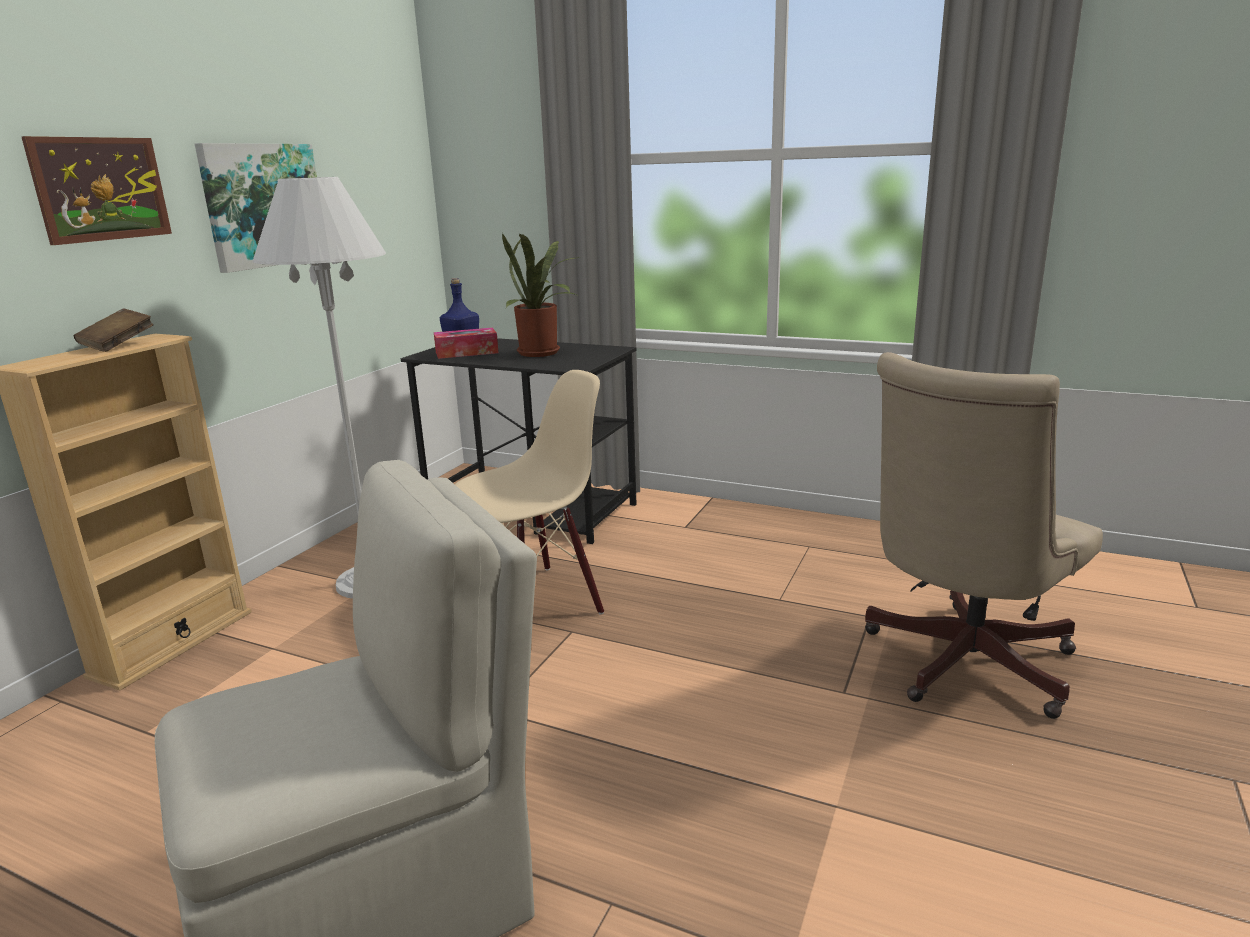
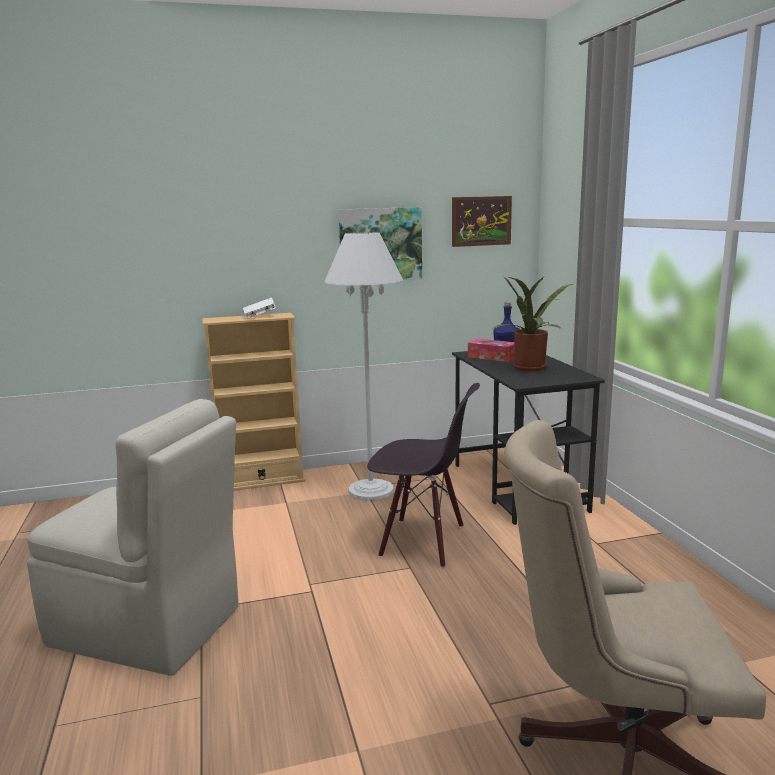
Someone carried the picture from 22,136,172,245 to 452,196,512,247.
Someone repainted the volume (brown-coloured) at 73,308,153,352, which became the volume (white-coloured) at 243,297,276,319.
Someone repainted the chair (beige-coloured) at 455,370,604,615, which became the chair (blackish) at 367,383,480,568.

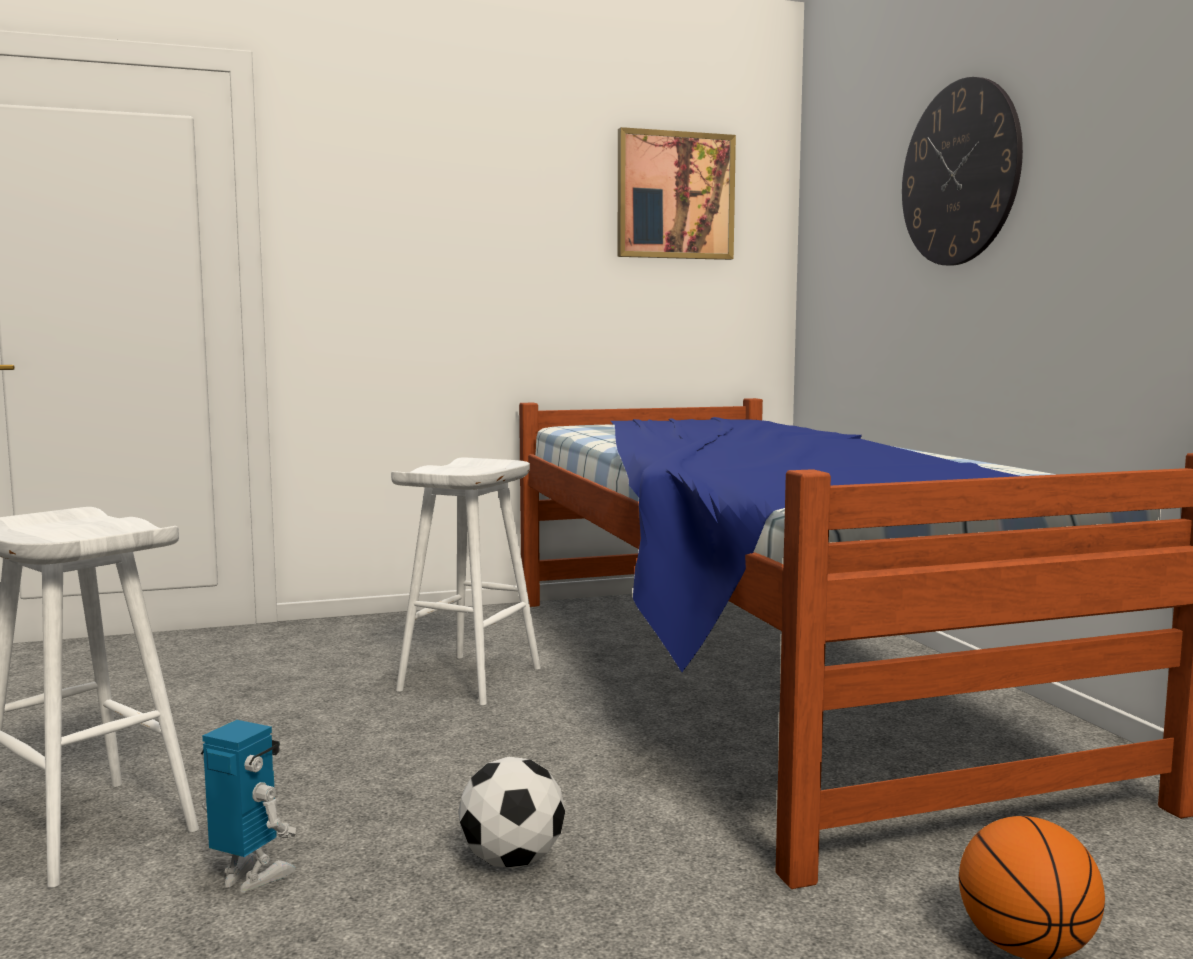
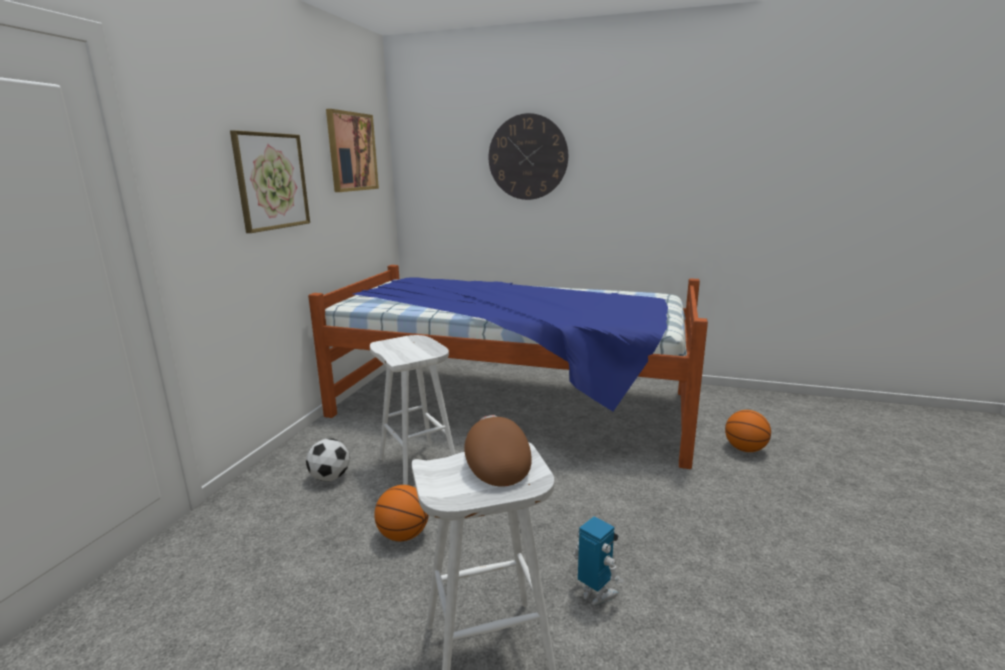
Someone put up the picture at 230,130,310,233.
Someone put down the basketball at 374,485,429,541.
Someone put down the peaked cap (brown-coloured) at 464,415,532,487.
Someone carried the football from 458,757,565,868 to 306,439,350,481.
Someone rotated the robot figure at 201,720,296,892 by 75 degrees clockwise.

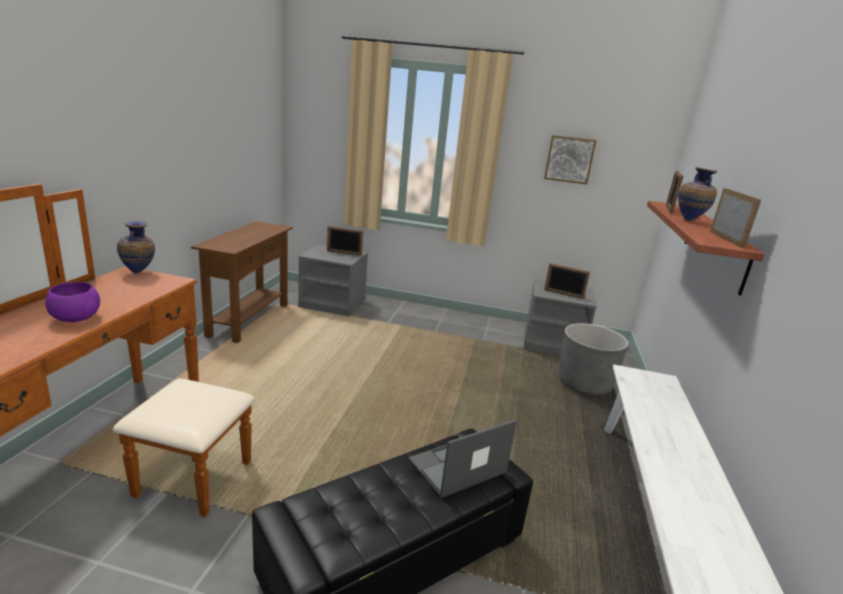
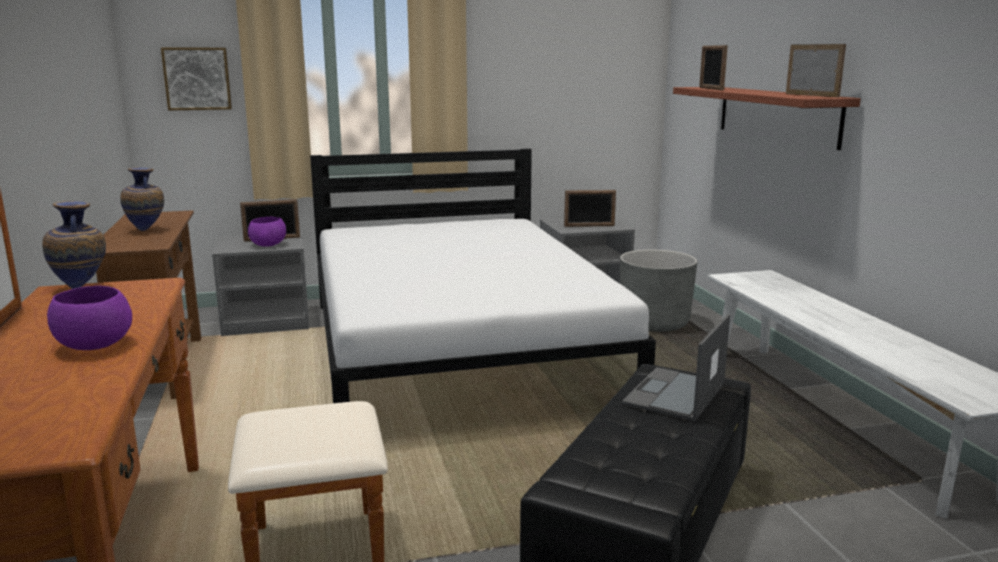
Someone put down the serving bowl (purple-coloured) at 248,217,286,246.
Someone put down the sleeping bed (white-coloured) at 310,149,656,403.
Someone carried the picture from 544,135,597,184 to 161,48,232,110.
Someone carried the vase from 678,167,717,221 to 120,167,164,231.

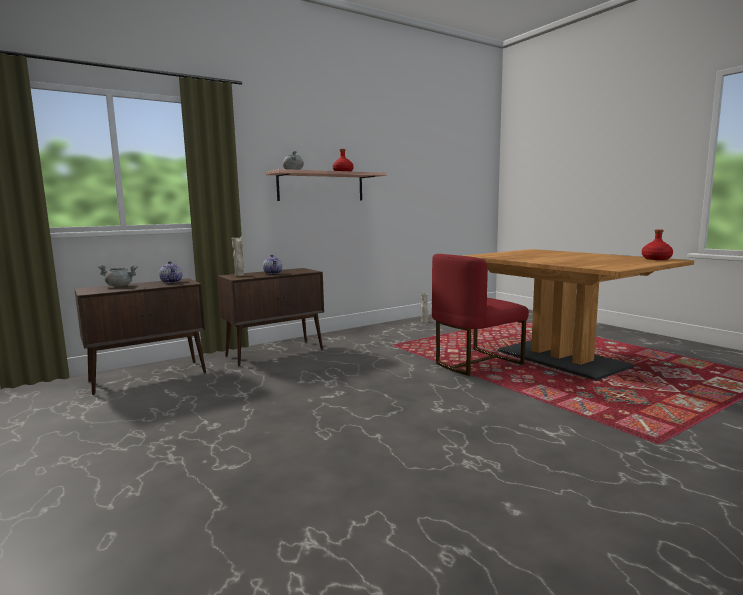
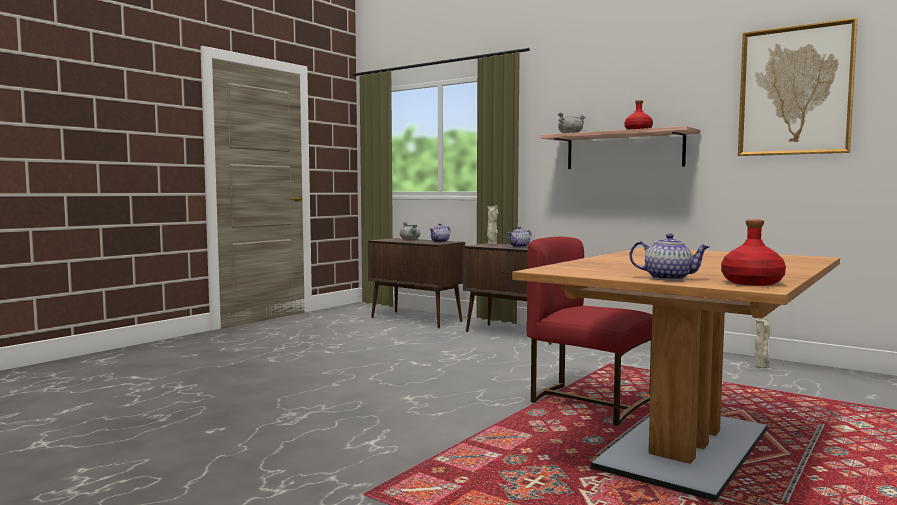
Someone put down the pot for tea at 630,234,710,280.
Someone put up the picture at 738,18,858,156.

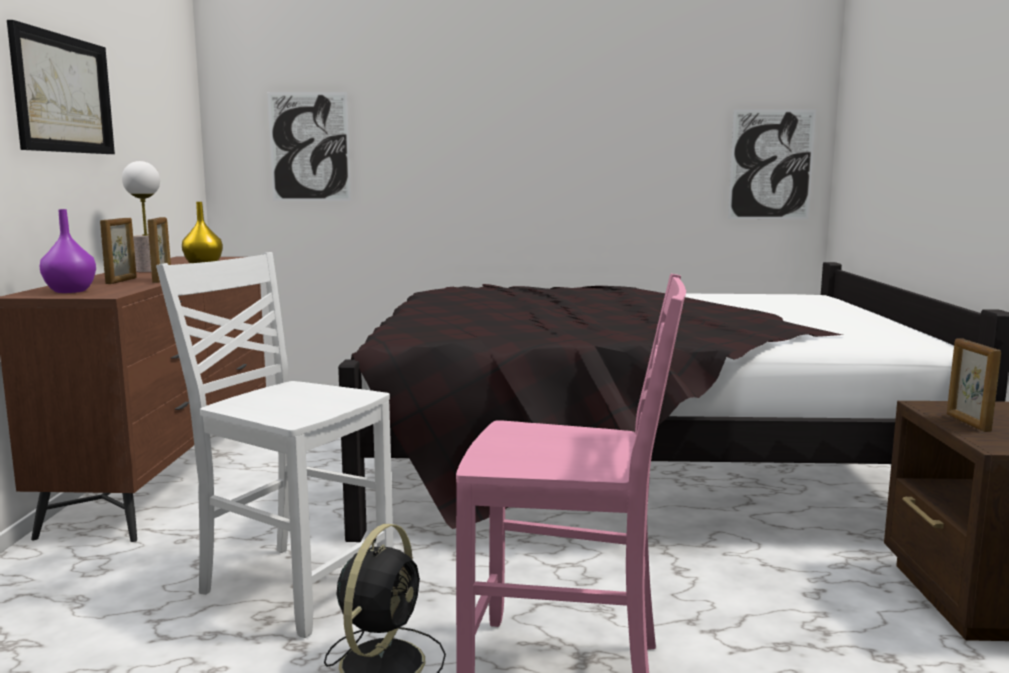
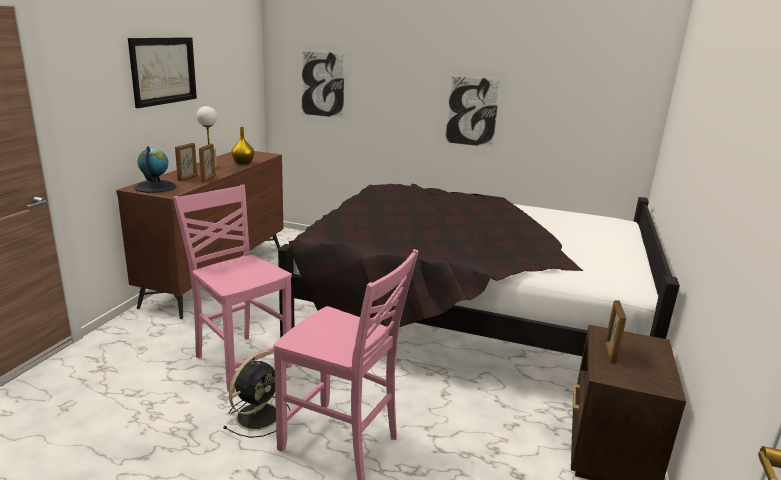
Someone carried the picture from 728,109,816,219 to 444,74,502,149.
Someone swapped the vase (purple-coloured) at 39,209,96,293 for the world globe at 134,146,176,193.
Someone repainted the chair (white-coloured) at 156,252,393,638, which became the chair (pink-coloured) at 173,185,292,393.

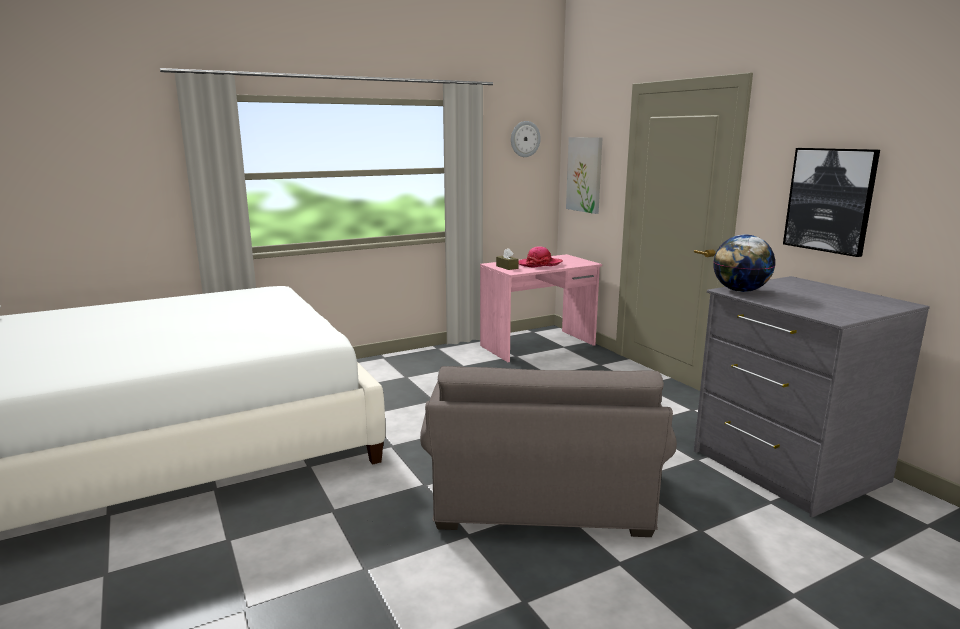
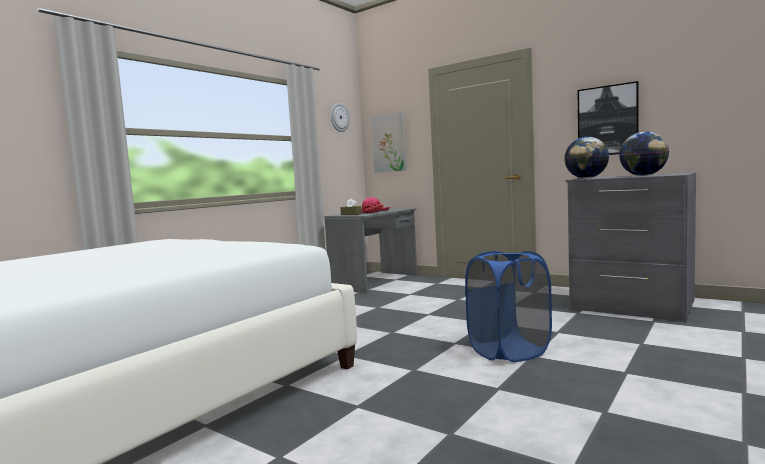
Someone put down the world globe at 619,132,669,176.
Someone swapped the easy chair (gray) at 420,366,677,537 for the laundry basket (blue) at 465,251,552,362.
Someone repainted the desk table (pink-coloured) at 480,254,602,362, which became the desk table (gray) at 324,208,417,294.

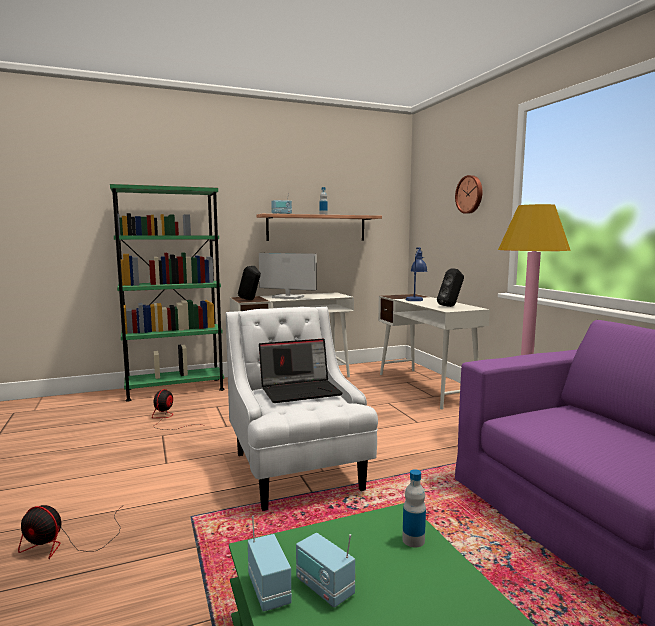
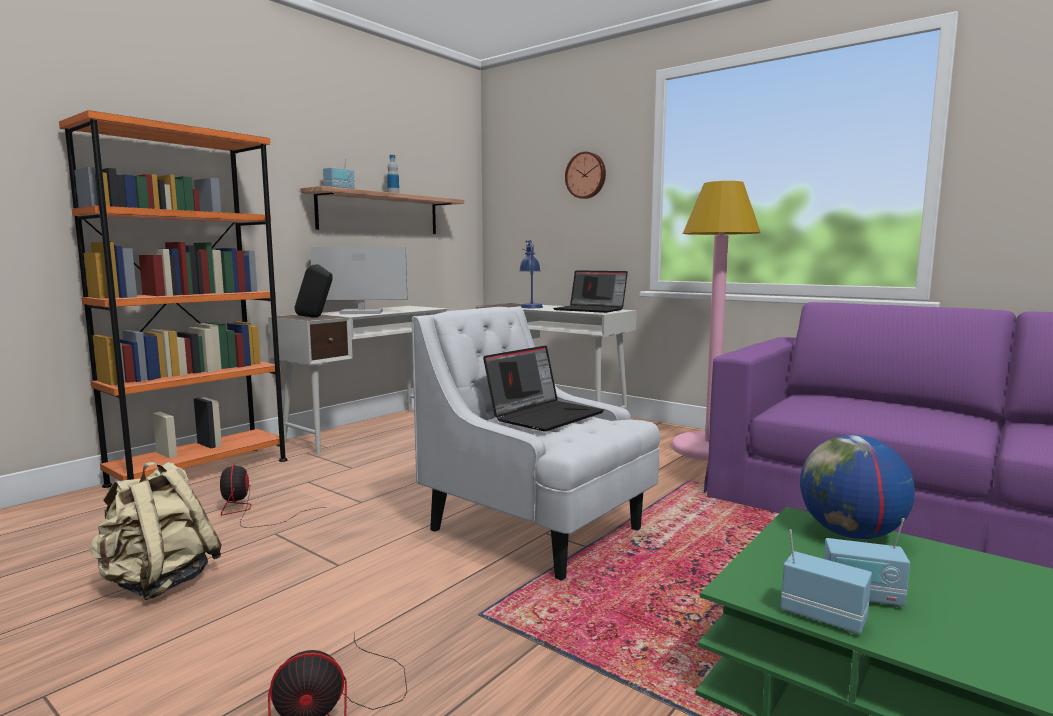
Someone put down the knapsack (beige-coloured) at 90,462,221,600.
Someone swapped the bottle at 402,469,426,548 for the world globe at 800,435,915,539.
Someone swapped the loudspeaker (blackish) at 437,269,464,307 for the notebook computer at 553,270,628,313.
Someone repainted the bookshelf (green-coloured) at 110,184,224,402, which became the bookshelf (orange) at 59,110,287,488.

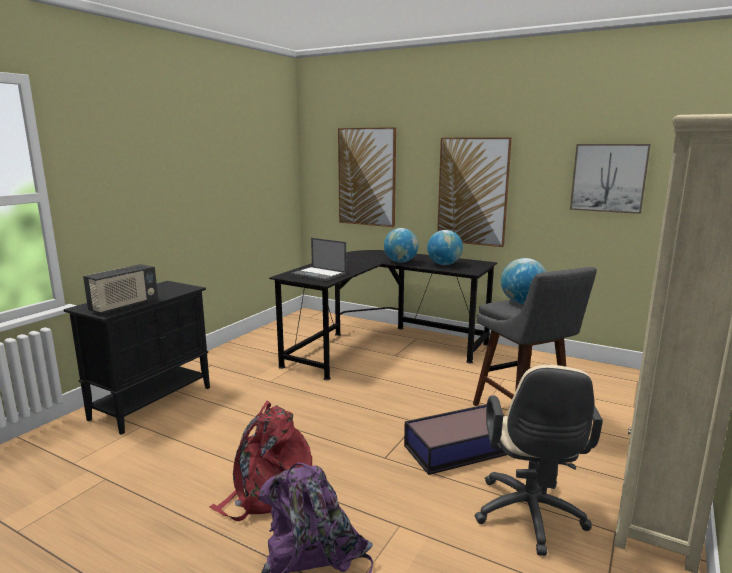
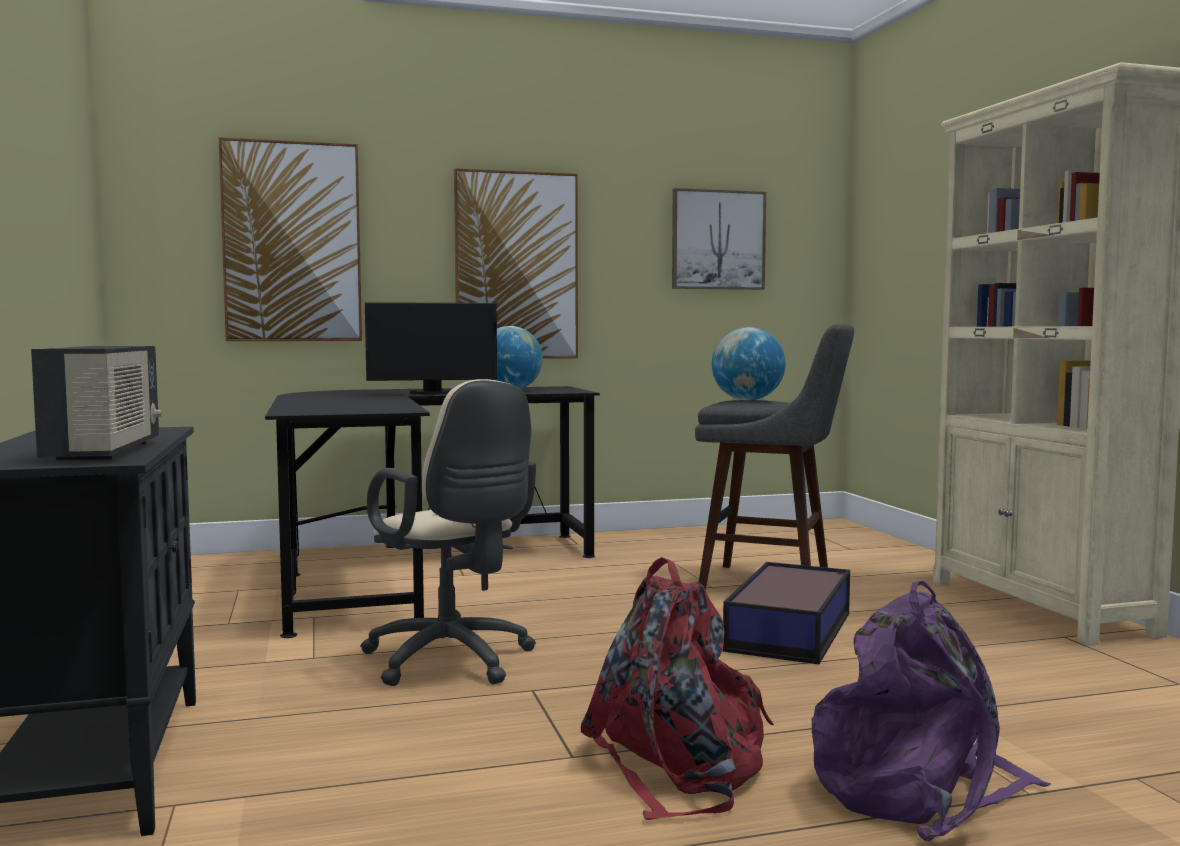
Someone took away the notebook computer at 291,238,346,281.
Someone carried the office chair (beige-coloured) from 475,365,603,556 to 360,379,536,686.
Someone swapped the world globe at 384,228,419,263 for the computer display at 365,302,497,395.

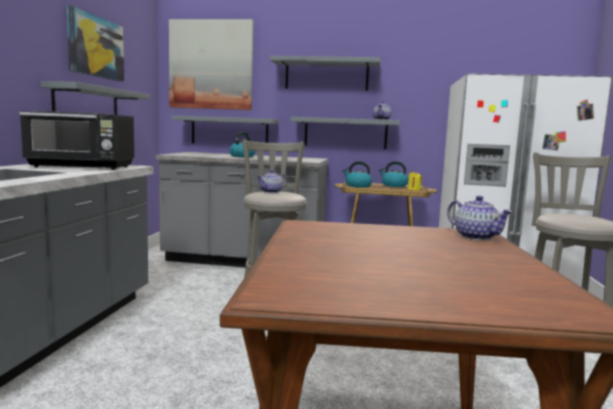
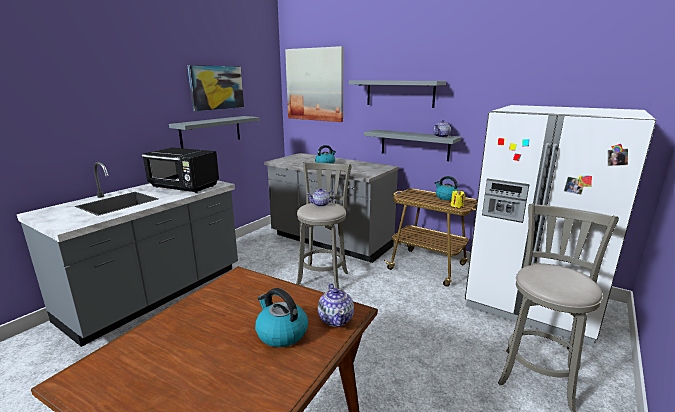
Someone took away the bracket shelf (gray) at 172,115,279,143.
Someone carried the water kettle from 343,161,372,188 to 255,288,308,347.

